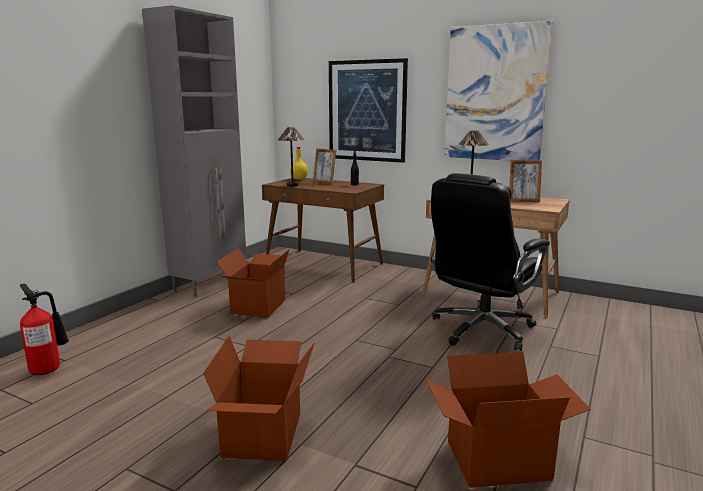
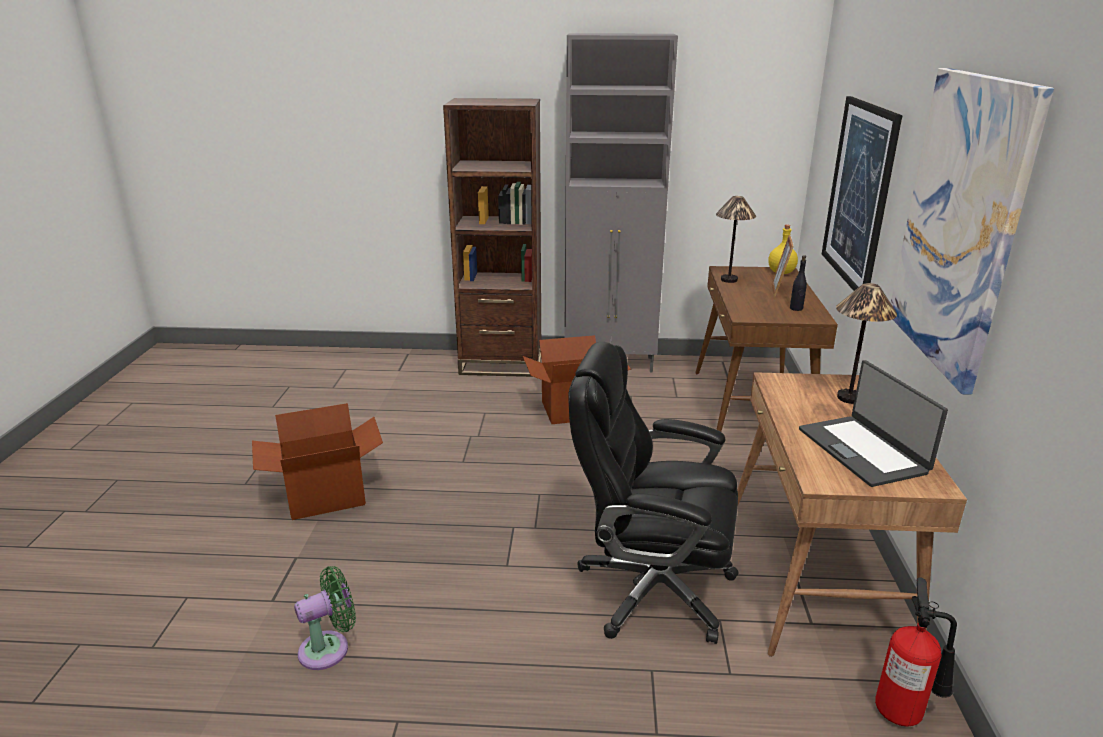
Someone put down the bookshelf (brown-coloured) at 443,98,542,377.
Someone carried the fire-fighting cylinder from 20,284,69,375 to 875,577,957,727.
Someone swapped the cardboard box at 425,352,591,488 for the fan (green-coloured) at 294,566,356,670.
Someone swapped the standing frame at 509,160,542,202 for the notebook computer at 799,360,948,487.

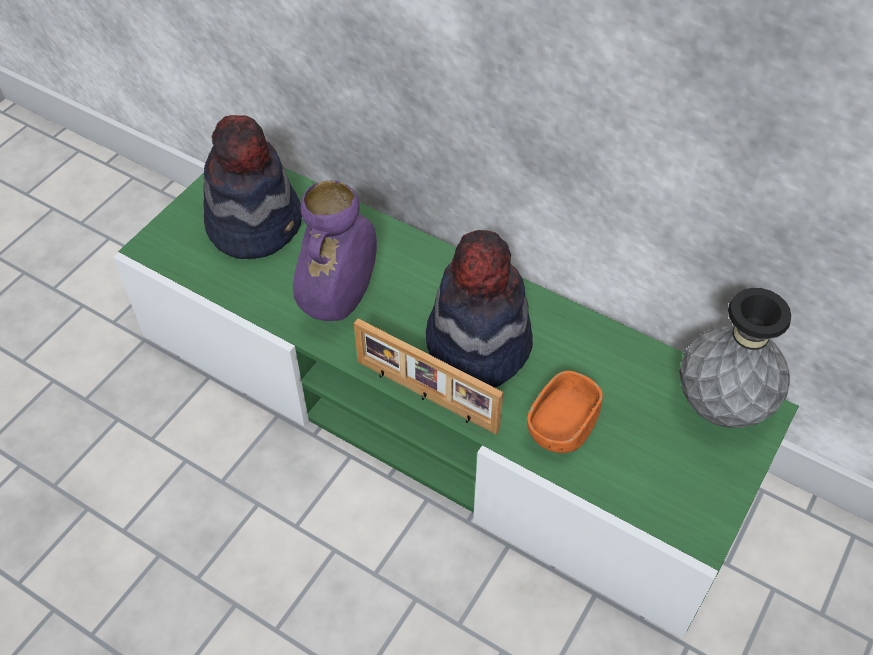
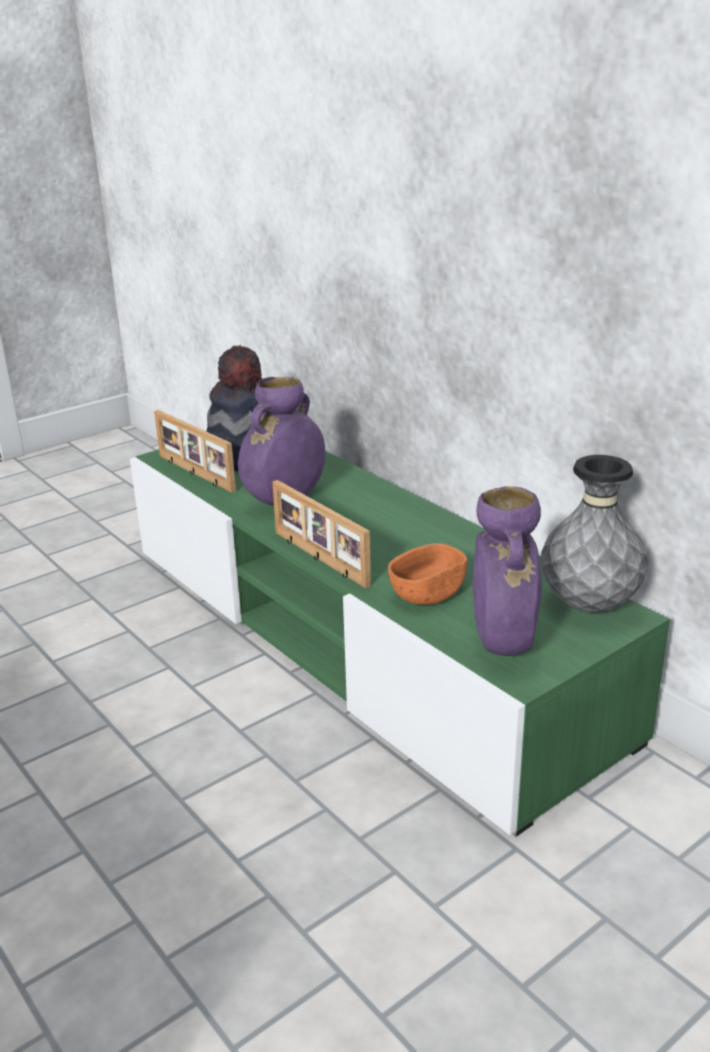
Someone took away the clothing hat at 426,230,533,388.
Someone put down the standing frame at 154,410,236,493.
Someone put down the vase (purple-coloured) at 473,486,542,656.

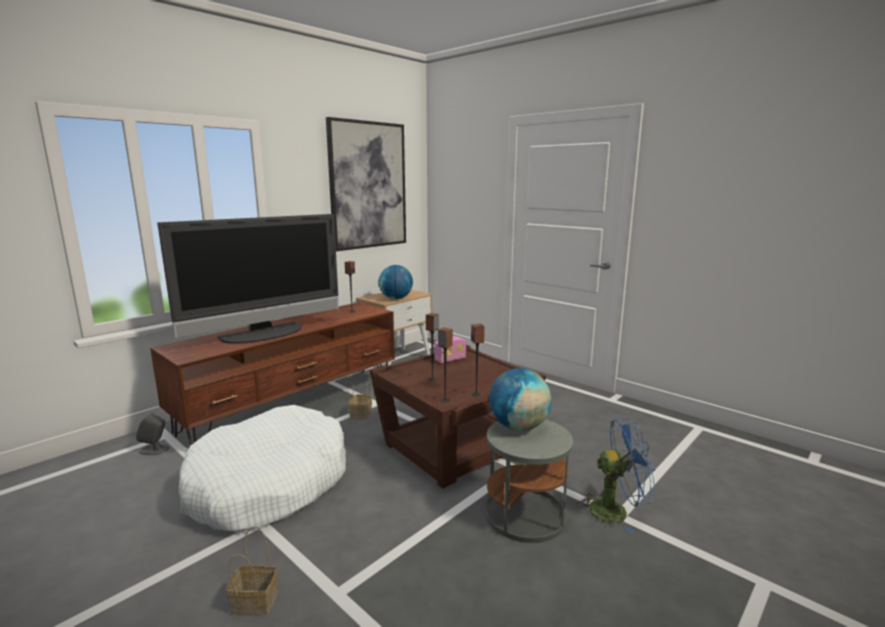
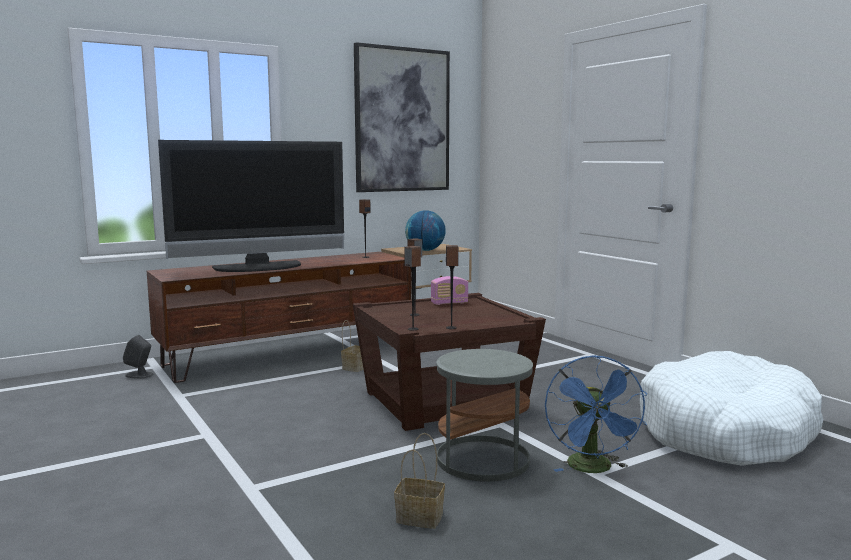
Someone took away the world globe at 489,368,551,431.
Someone carried the dog bed (white-coloured) from 179,405,346,532 to 640,351,824,466.
Someone carried the basket from 226,527,278,616 to 394,433,445,529.
Someone rotated the fan (blue) at 576,419,657,533 by 75 degrees clockwise.

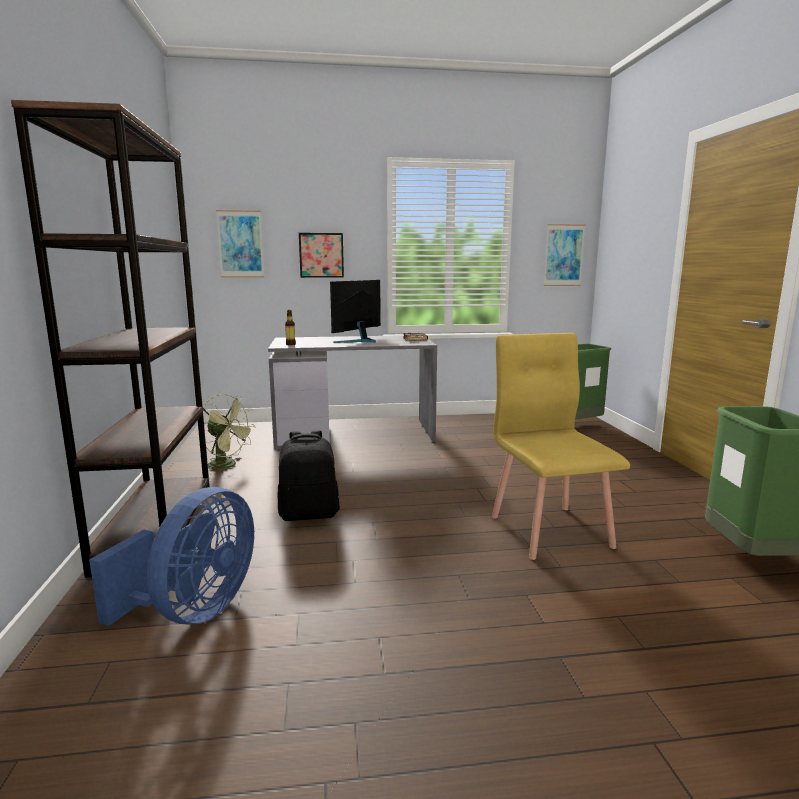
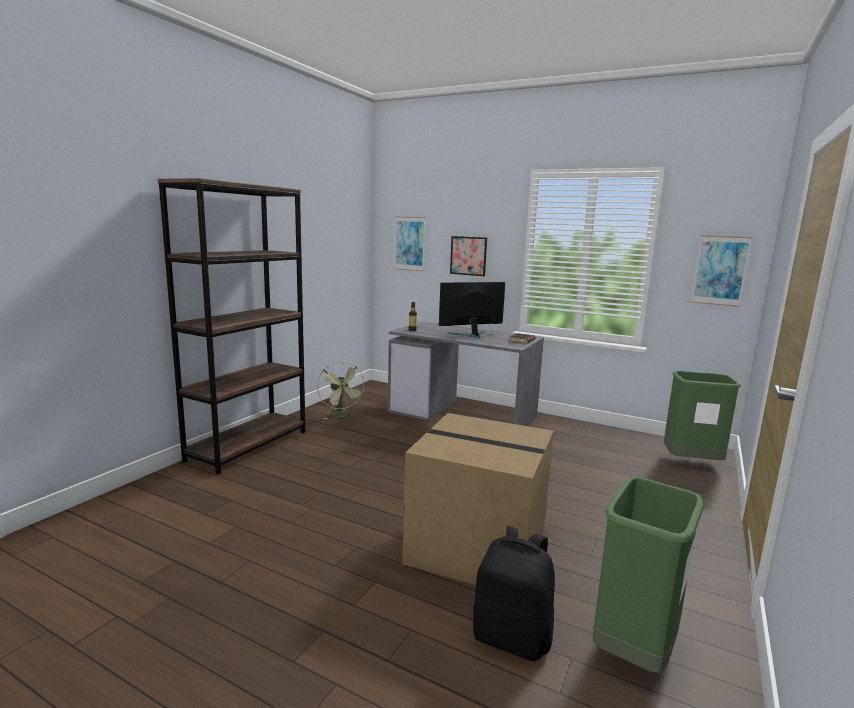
Someone took away the fan (blue) at 89,487,254,626.
Someone carried the knapsack (blackish) from 278,430,340,521 to 473,526,555,661.
Someone swapped the chair (yellowish) at 492,333,630,560 for the cardboard box at 402,413,554,585.

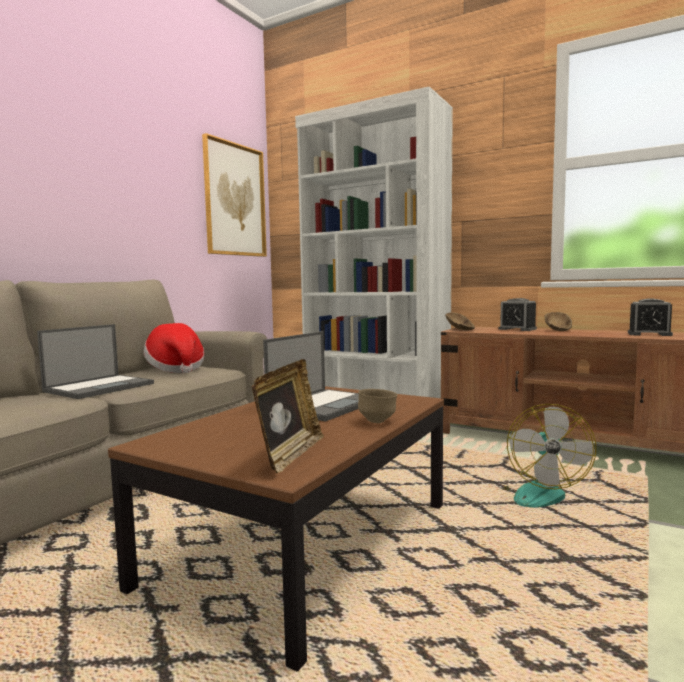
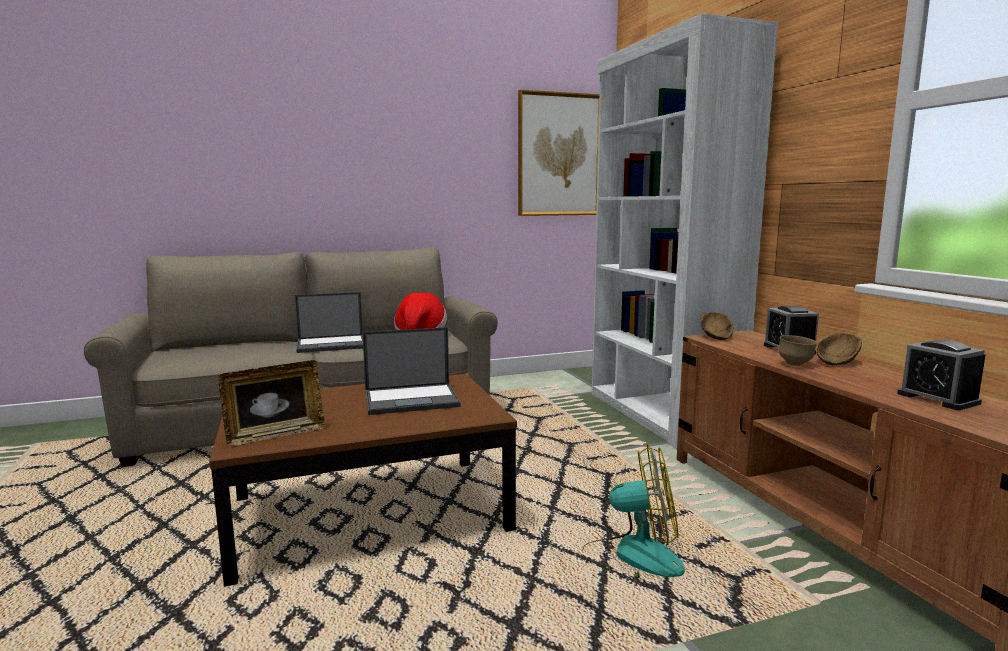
Someone carried the serving bowl (brown-coloured) from 358,389,397,423 to 778,335,817,366.
Someone rotated the fan at 502,404,596,508 by 135 degrees counterclockwise.

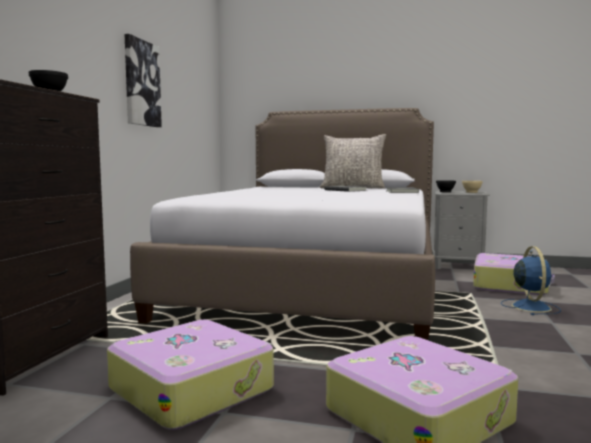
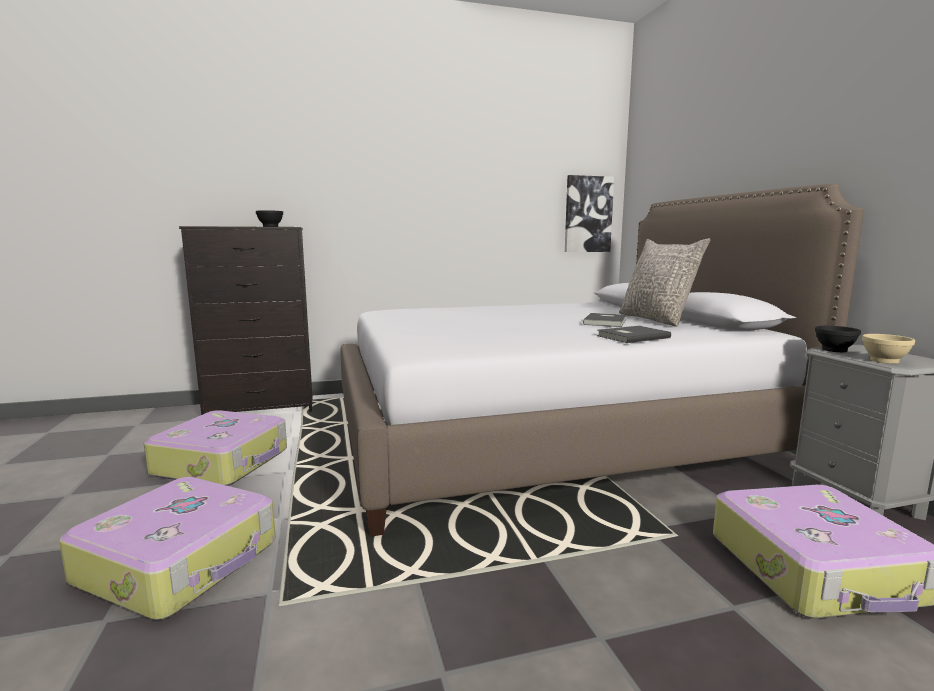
Someone took away the fan (blue) at 501,246,561,315.
Someone carried the picture from 125,34,162,127 to 565,175,614,252.

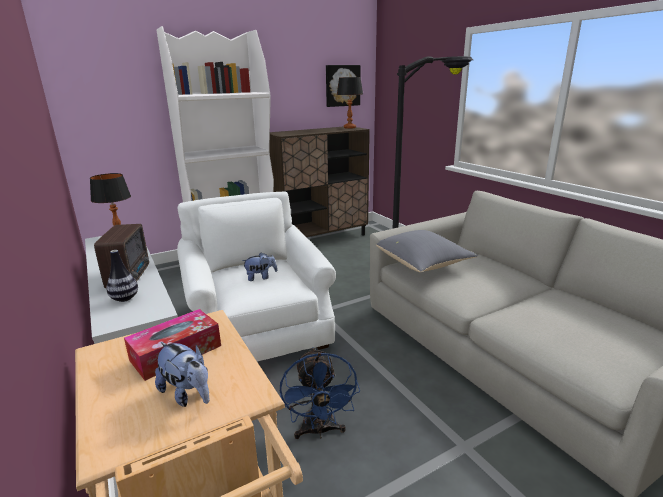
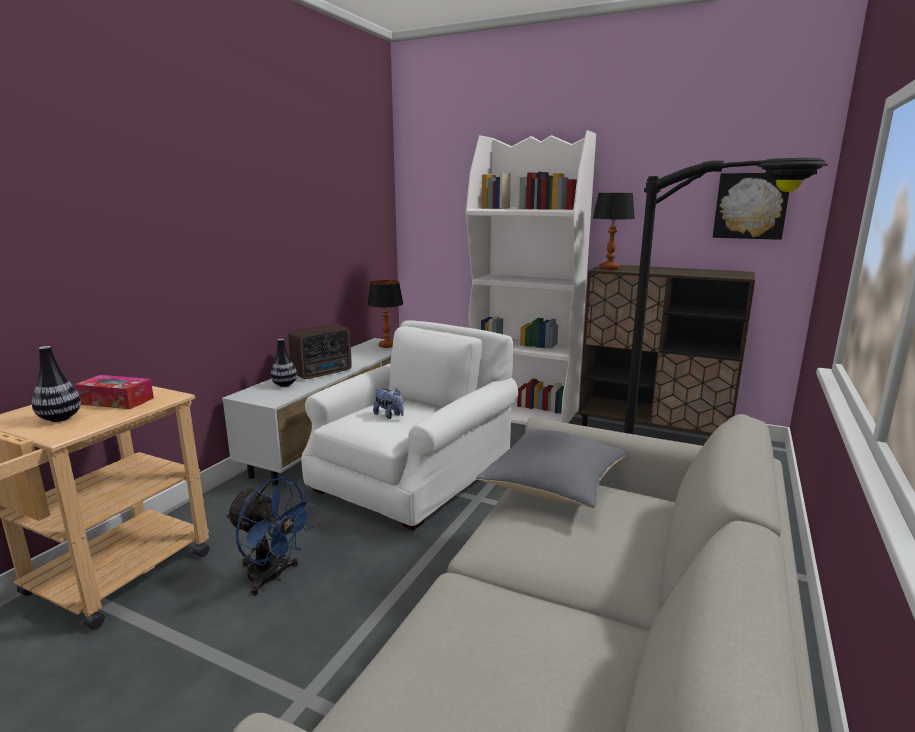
Someone carried the table lamp from 337,77,363,129 to 593,193,635,270.
Someone swapped the cuddly toy at 155,342,210,407 for the vase at 32,346,81,422.
Someone rotated the fan (blue) at 280,347,360,439 by 105 degrees counterclockwise.

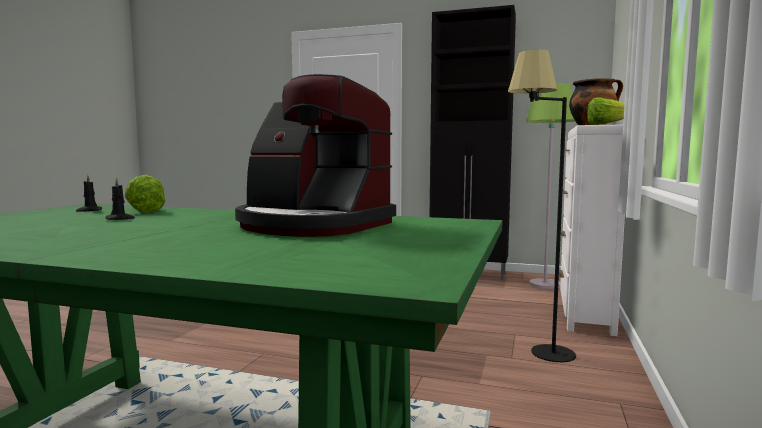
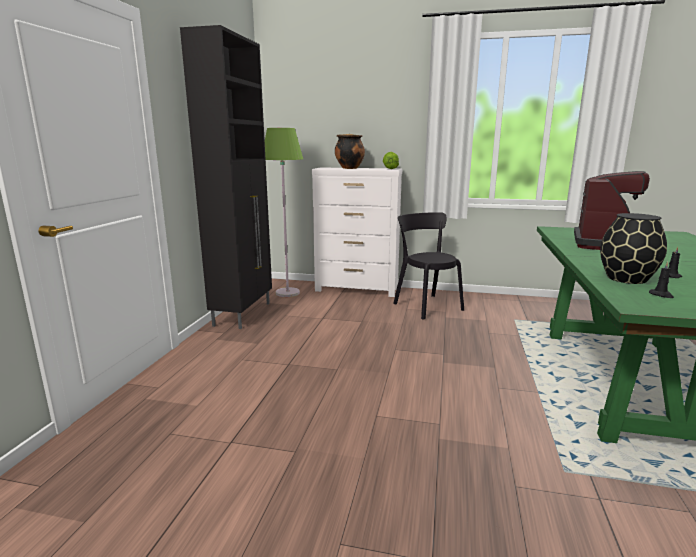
Someone swapped the lettuce head at 125,175,166,213 for the vase (blackish) at 600,213,667,284.
Someone swapped the standard lamp (blackish) at 508,49,576,362 for the chair (blackish) at 393,212,464,320.

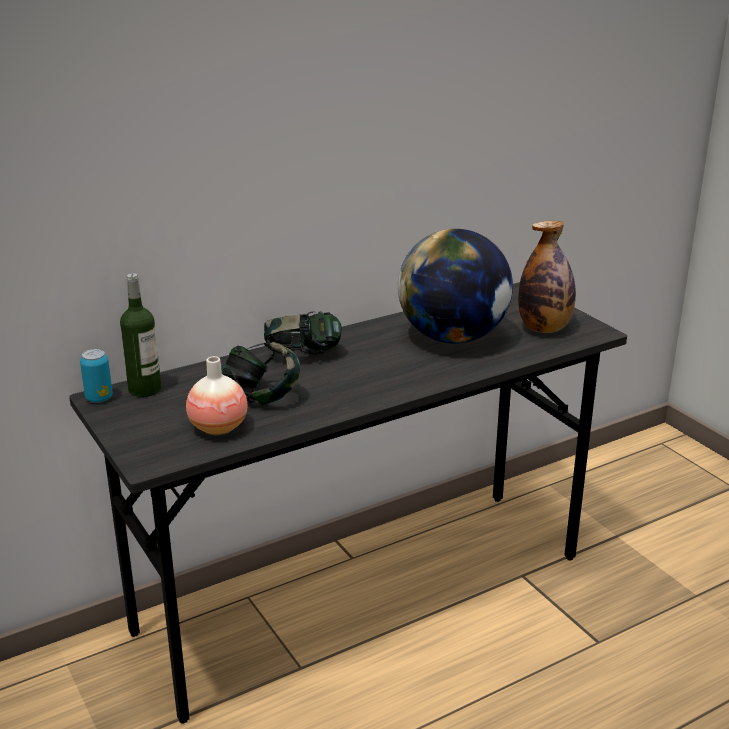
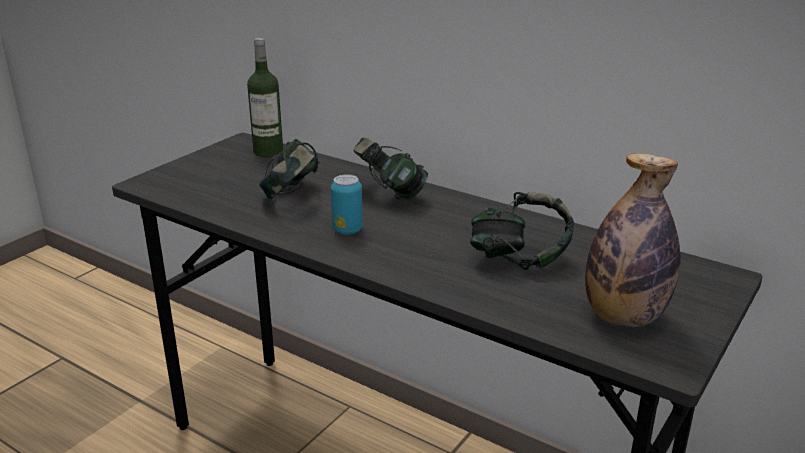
Someone took away the vase at 186,356,247,435.
Someone carried the can from 80,349,113,403 to 331,174,363,235.
Someone swapped the world globe at 398,229,513,344 for the headphones at 470,192,574,270.

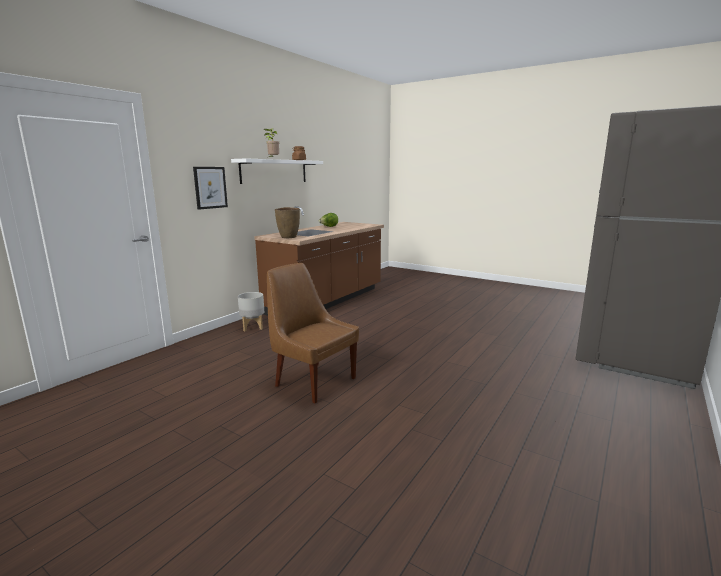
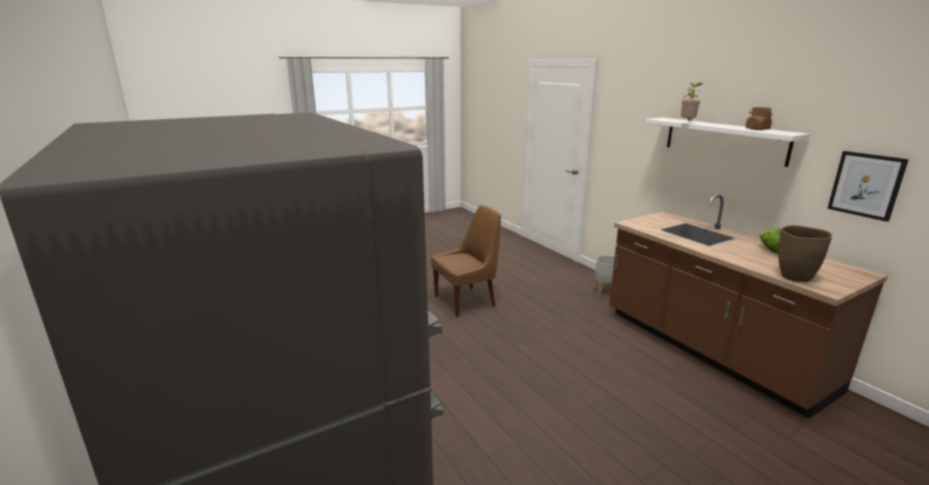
Someone carried the picture from 193,167,228,210 to 827,151,909,222.
Someone carried the vase (brown-coloured) from 275,207,300,238 to 778,225,832,282.

